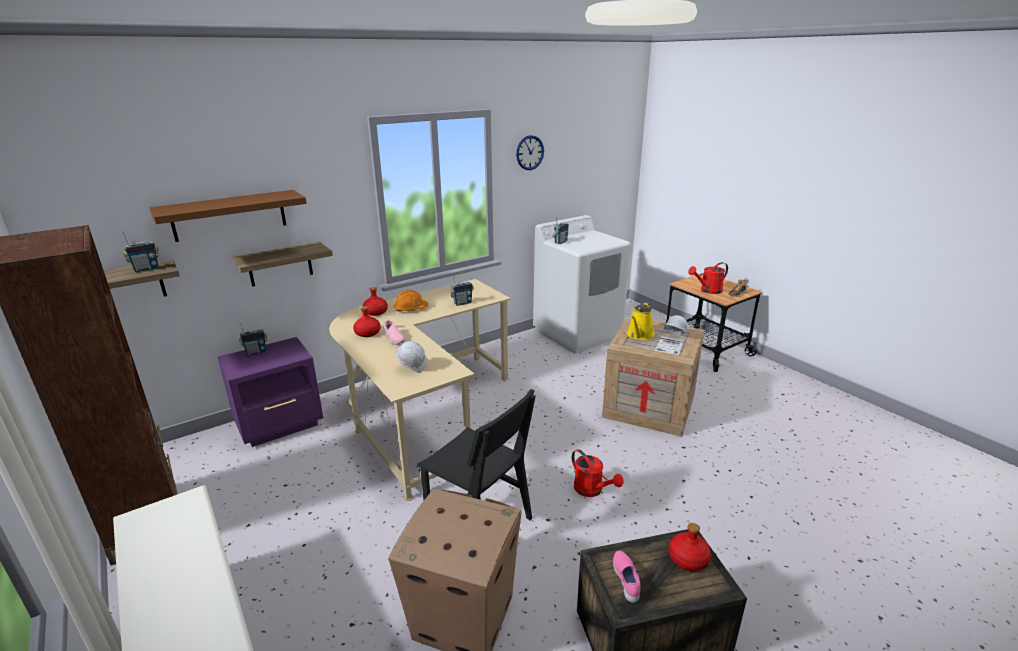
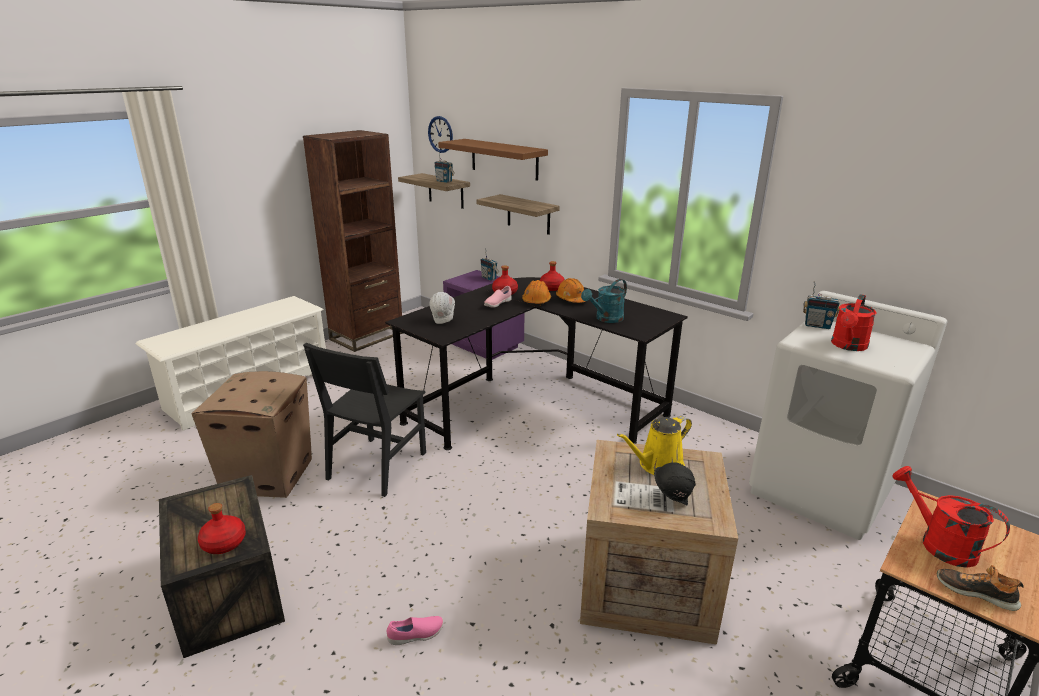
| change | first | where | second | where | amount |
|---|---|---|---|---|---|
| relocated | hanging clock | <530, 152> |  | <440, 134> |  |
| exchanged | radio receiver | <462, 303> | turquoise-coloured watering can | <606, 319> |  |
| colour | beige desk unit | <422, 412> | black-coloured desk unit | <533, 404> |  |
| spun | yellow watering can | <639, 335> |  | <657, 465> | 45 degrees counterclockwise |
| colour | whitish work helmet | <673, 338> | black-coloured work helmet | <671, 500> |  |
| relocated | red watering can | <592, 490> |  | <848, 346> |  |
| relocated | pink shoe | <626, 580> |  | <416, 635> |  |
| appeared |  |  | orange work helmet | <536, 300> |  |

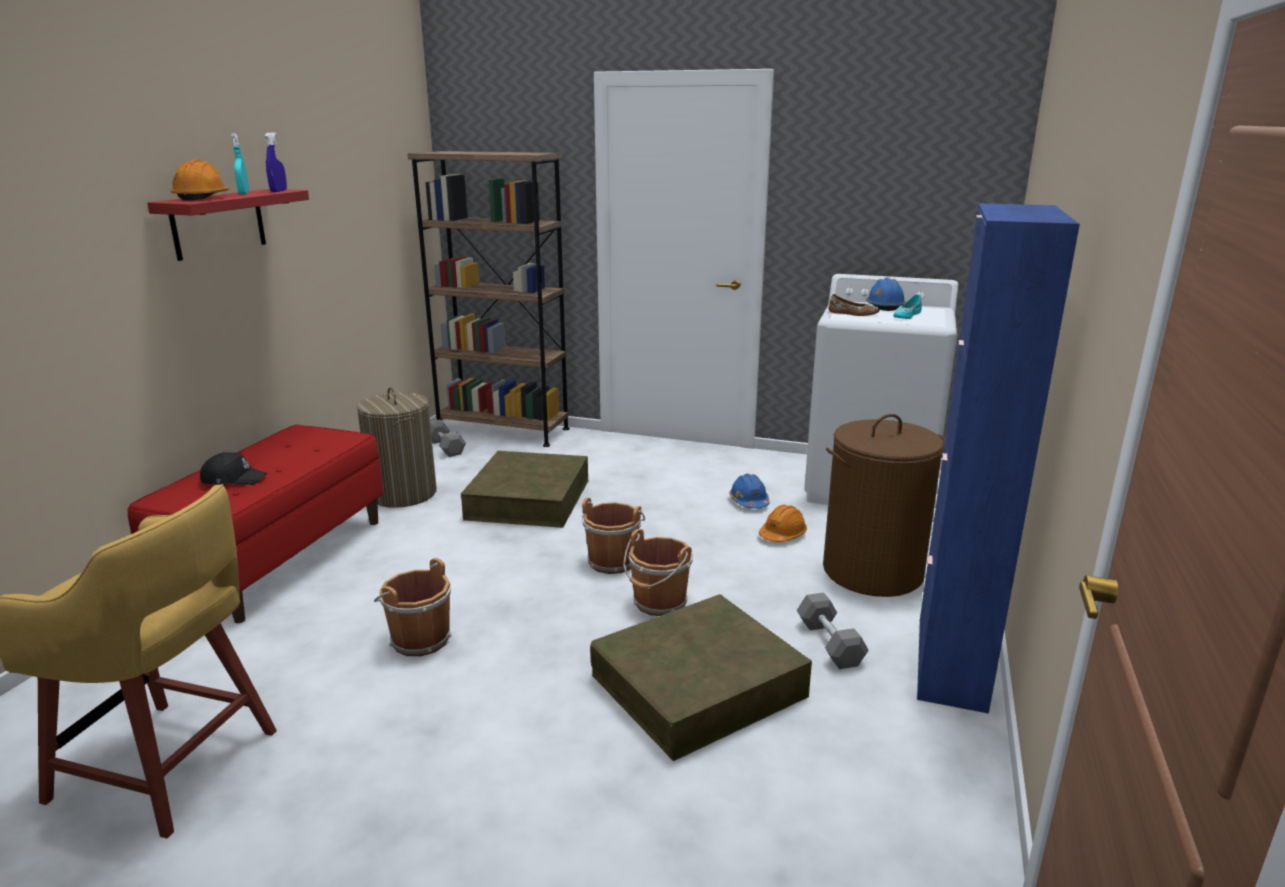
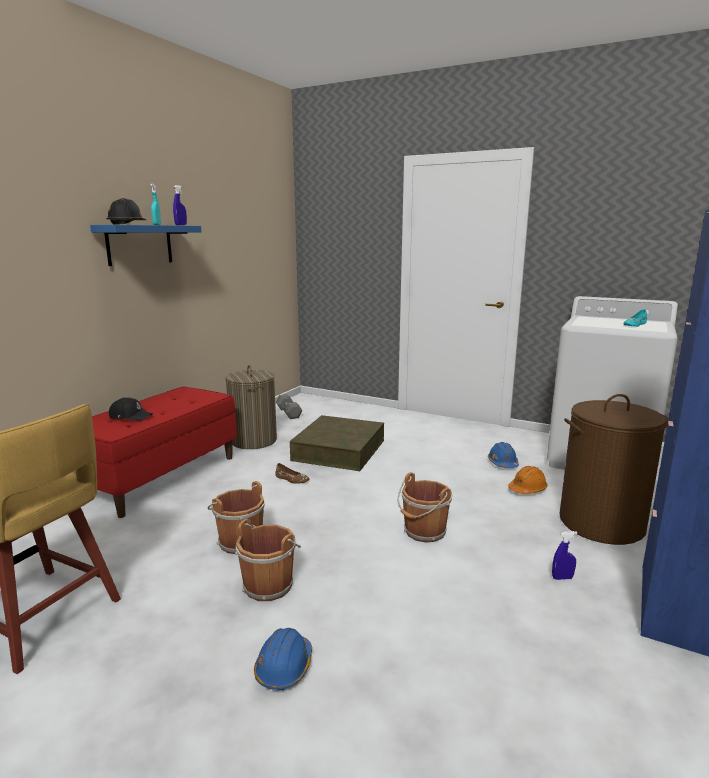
| change | first | where | second | where | amount |
|---|---|---|---|---|---|
| missing | brown-coloured bookshelf | <503, 430> |  |  |  |
| colour | orange work helmet | <202, 198> | black-coloured work helmet | <127, 224> |  |
| colour | red wall shelf | <218, 223> | blue-coloured wall shelf | <139, 245> |  |
| relocated | blue-coloured work helmet | <884, 306> |  | <284, 667> |  |
| relocated | brown-coloured shoe | <853, 313> |  | <292, 479> |  |
| relocated | brown-coloured water bucket | <613, 560> |  | <269, 584> |  |
| exchanged | gray hand weight | <829, 643> | blue-coloured spray bottle | <562, 578> |  |
| missing | brown-coloured storage container | <699, 686> |  |  |  |

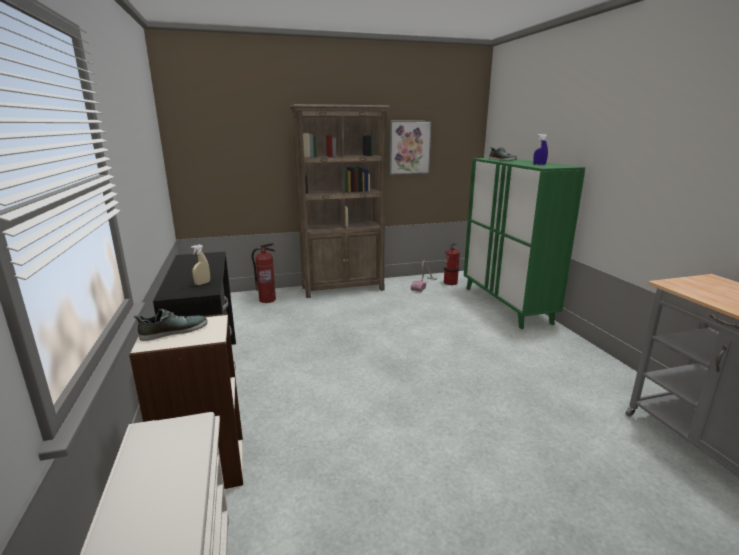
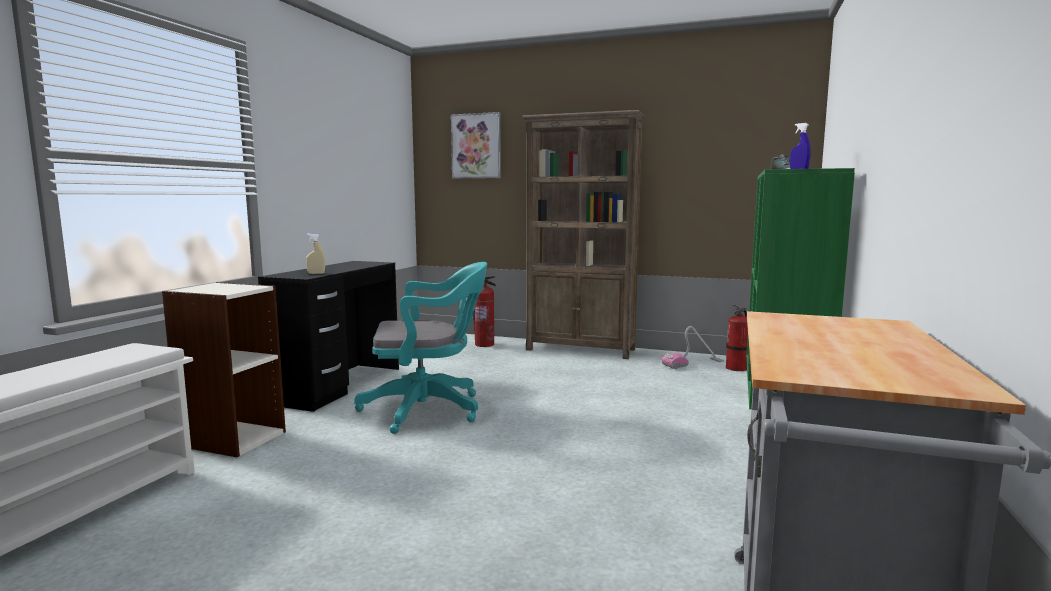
| change | first | where | second | where | amount |
|---|---|---|---|---|---|
| relocated | wall picture | <409, 147> |  | <476, 146> |  |
| missing | shoe | <174, 331> |  |  |  |
| appeared |  |  | turquoise-coloured desk chair | <429, 409> |  |

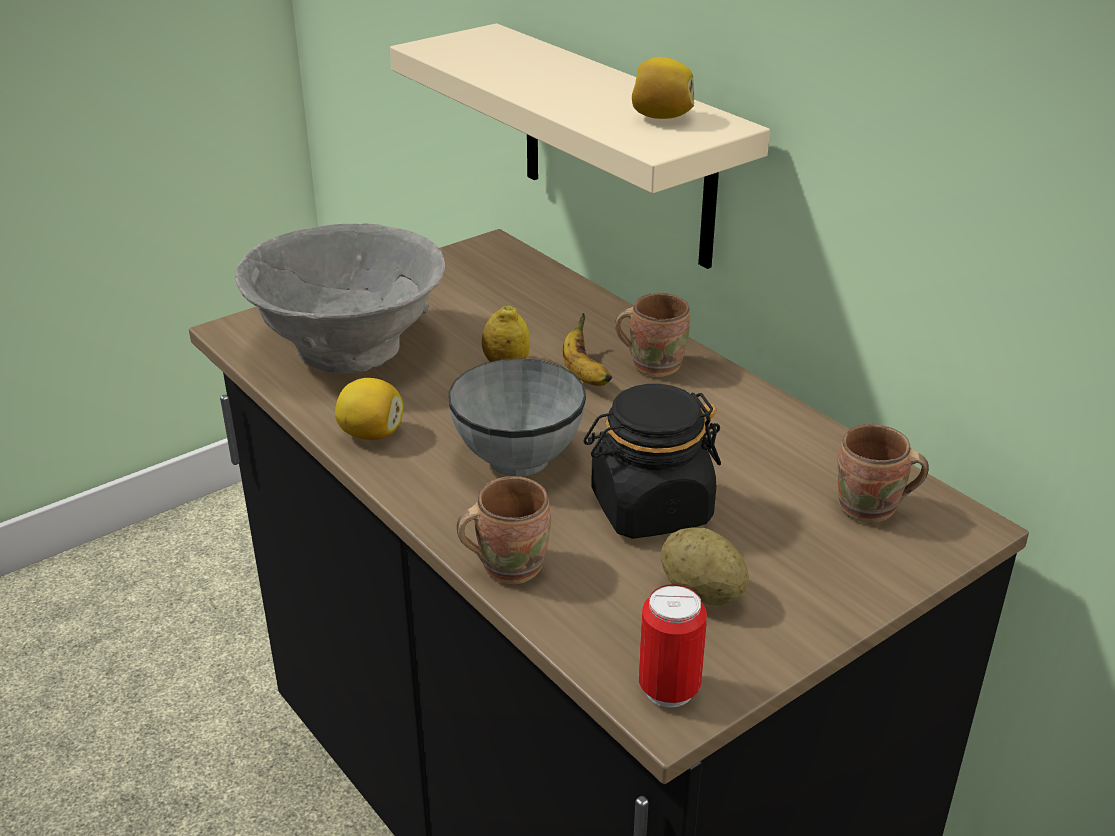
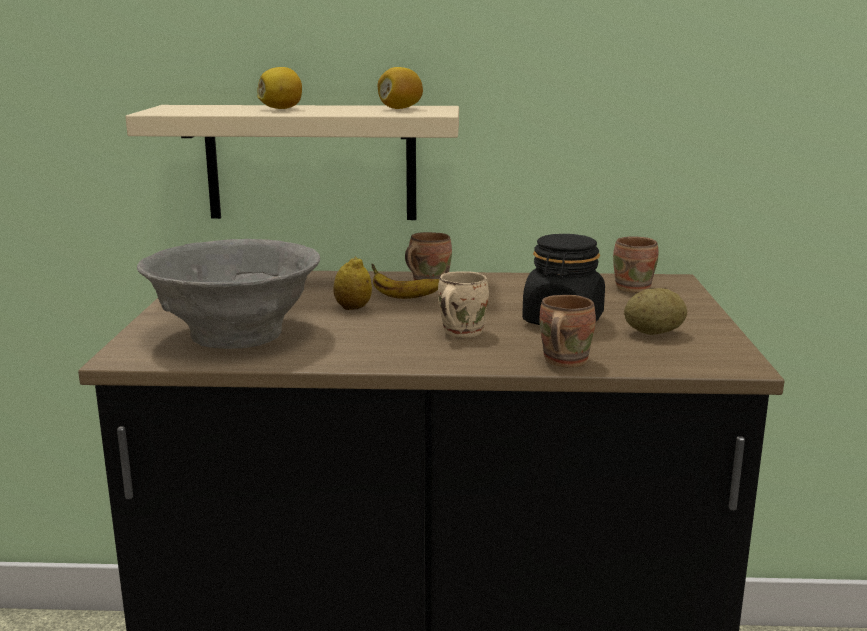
| change | first | where | second | where | amount |
|---|---|---|---|---|---|
| exchanged | gray bowl | <516, 458> | beige coffee mug | <459, 332> |  |
| relocated | lemon | <371, 434> |  | <281, 108> |  |
| missing | can | <669, 689> |  |  |  |

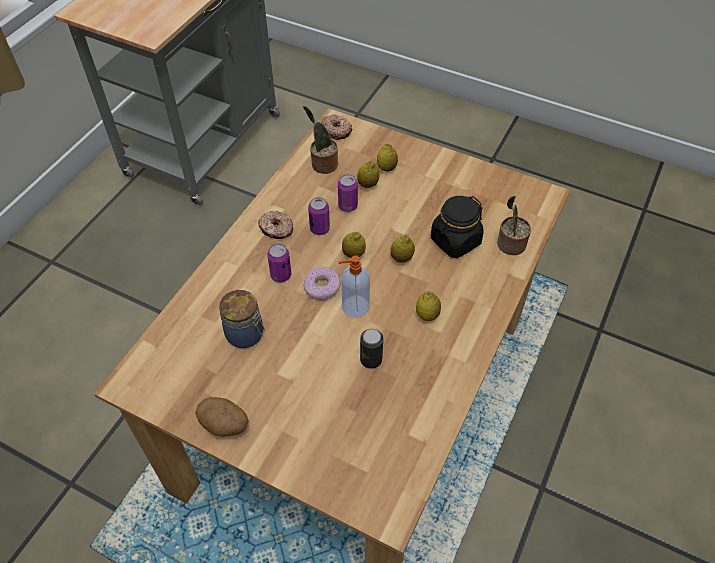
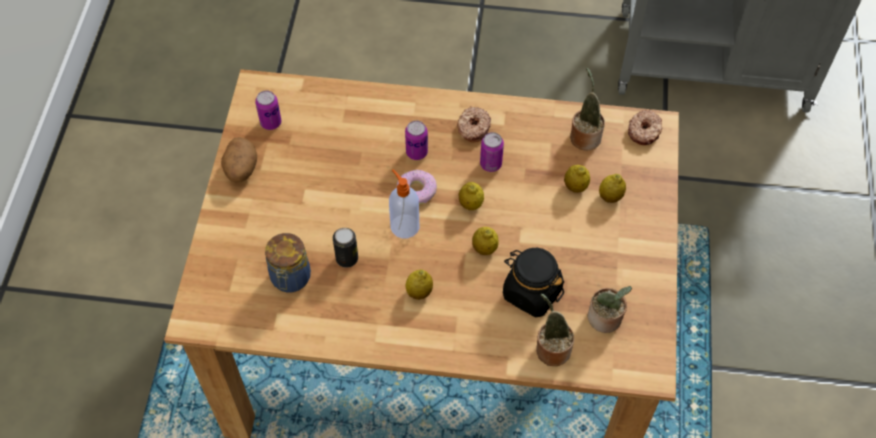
| change | first | where | second | where | amount |
|---|---|---|---|---|---|
| relocated | can | <348, 206> |  | <271, 122> |  |
| relocated | jar | <246, 335> |  | <290, 279> |  |
| appeared |  |  | plant in a pot | <606, 320> |  |

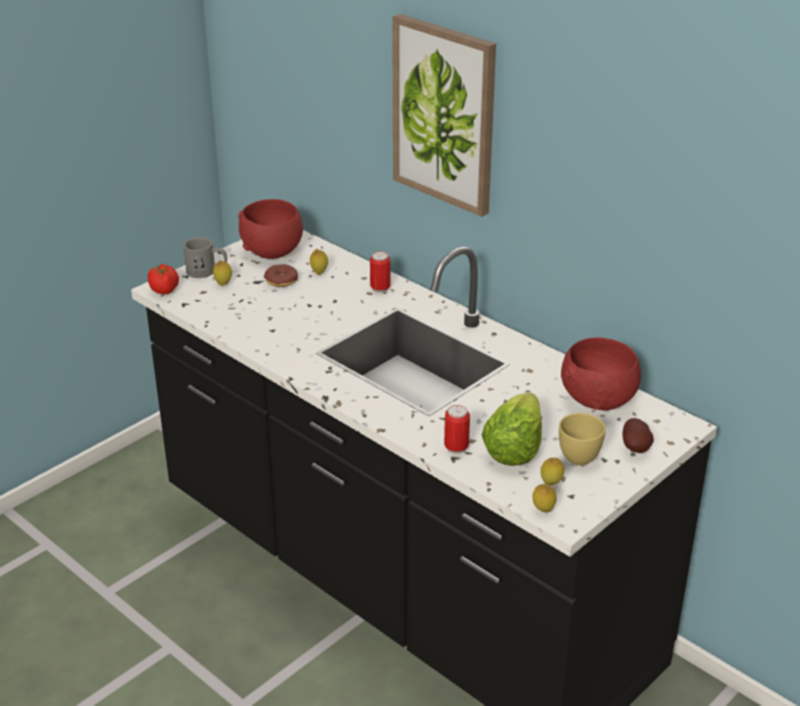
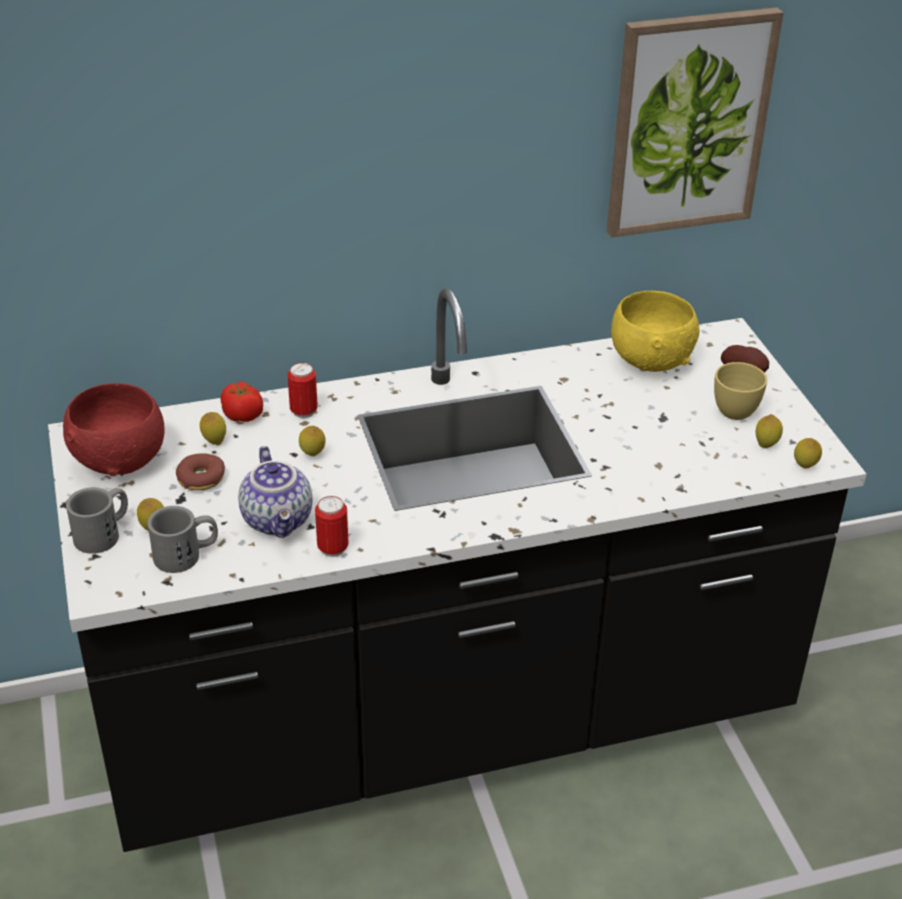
| change | first | where | second | where | amount |
|---|---|---|---|---|---|
| relocated | wall picture | <444, 114> |  | <688, 123> |  |
| relocated | whole tomato | <164, 290> |  | <243, 416> |  |
| colour | red bowl | <599, 400> | yellow bowl | <651, 360> |  |
| missing | lettuce head | <513, 449> |  |  |  |
| relocated | can | <456, 448> |  | <333, 548> |  |
| appeared |  |  | lemon | <312, 455> |  |
| appeared |  |  | teapot | <279, 520> |  |
| appeared |  |  | gray coffee mug | <186, 554> |  |

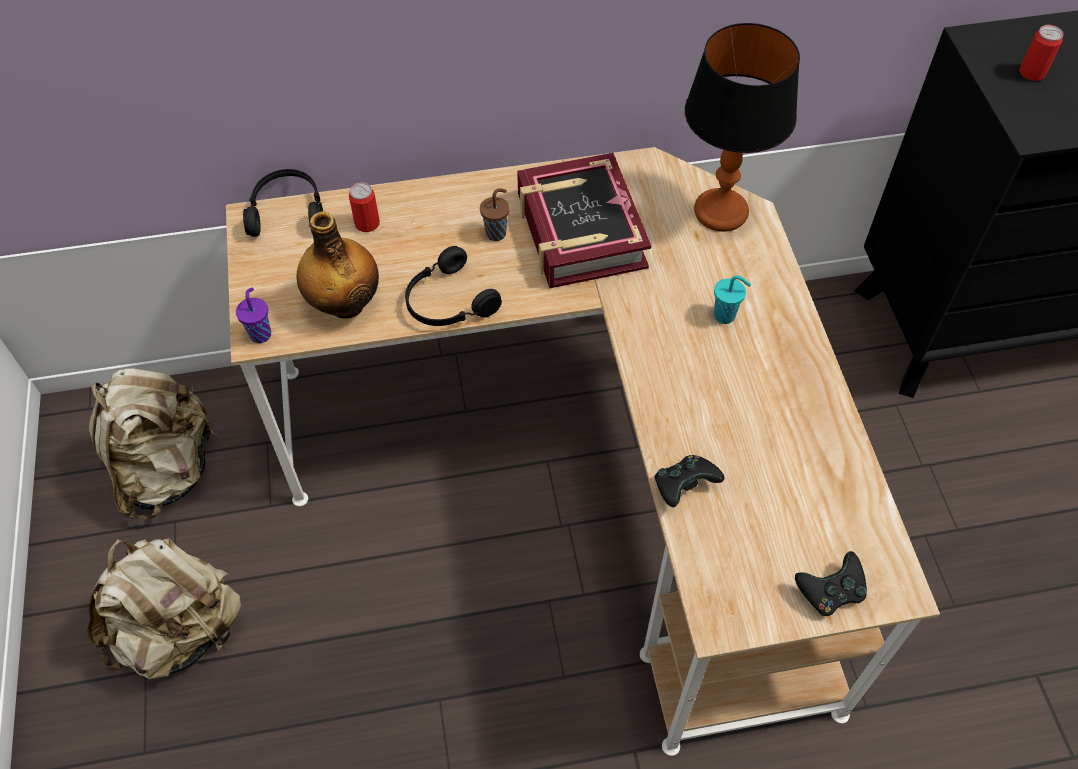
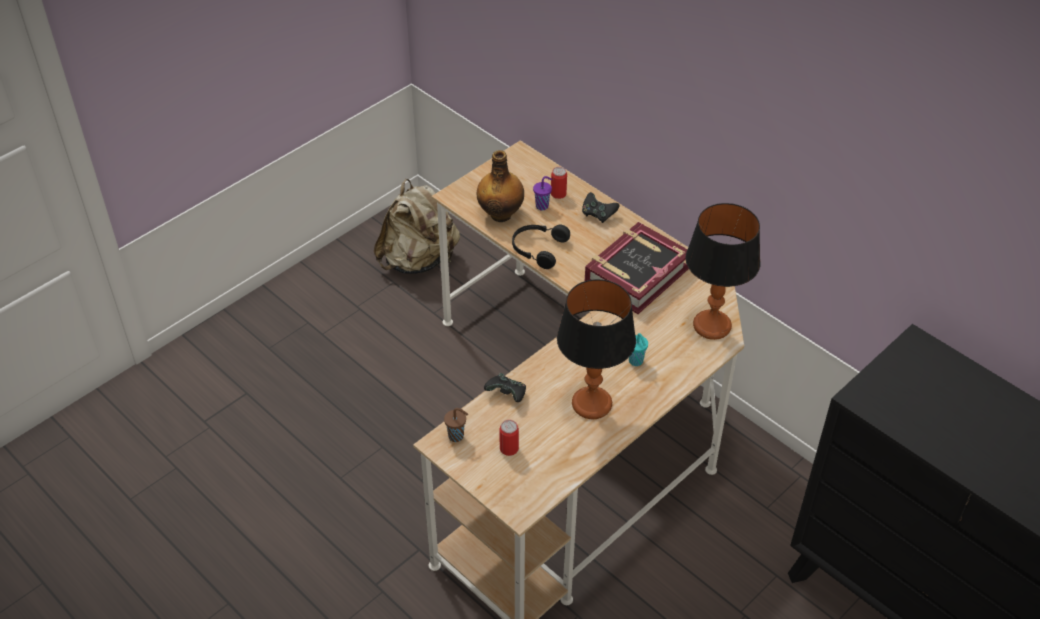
| change | first | where | second | where | amount |
|---|---|---|---|---|---|
| relocated | can | <1032, 73> |  | <509, 448> |  |
| missing | black-coloured headset | <287, 211> |  |  |  |
| relocated | brown-coloured cup | <497, 233> |  | <457, 436> |  |
| relocated | purplish cup | <260, 333> |  | <542, 206> |  |
| missing | beige rucksack | <179, 631> |  |  |  |
| relocated | black-coloured game controller | <829, 592> |  | <598, 214> |  |
| appeared |  |  | lamp for a table | <592, 404> |  |

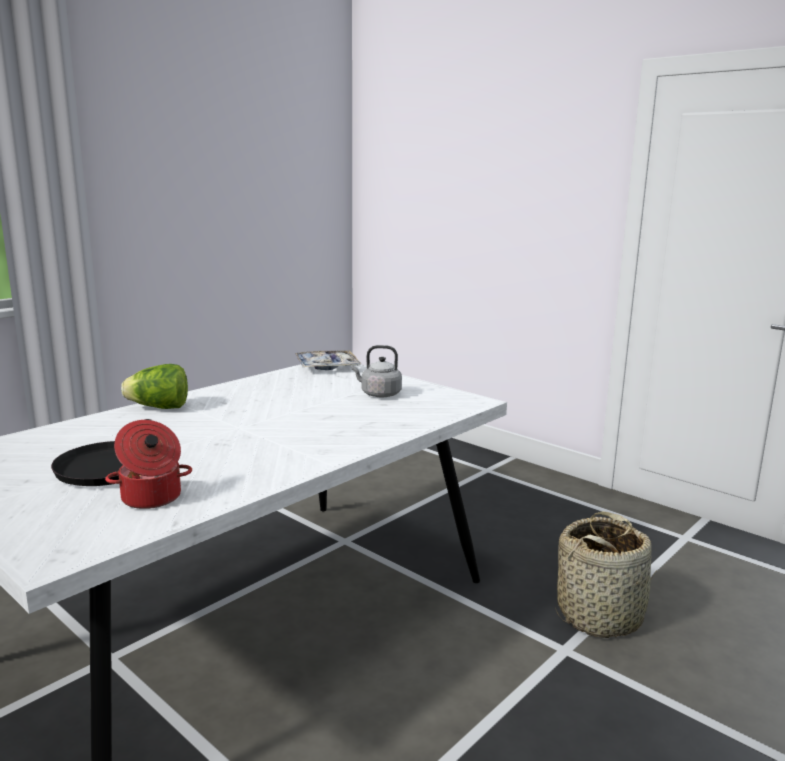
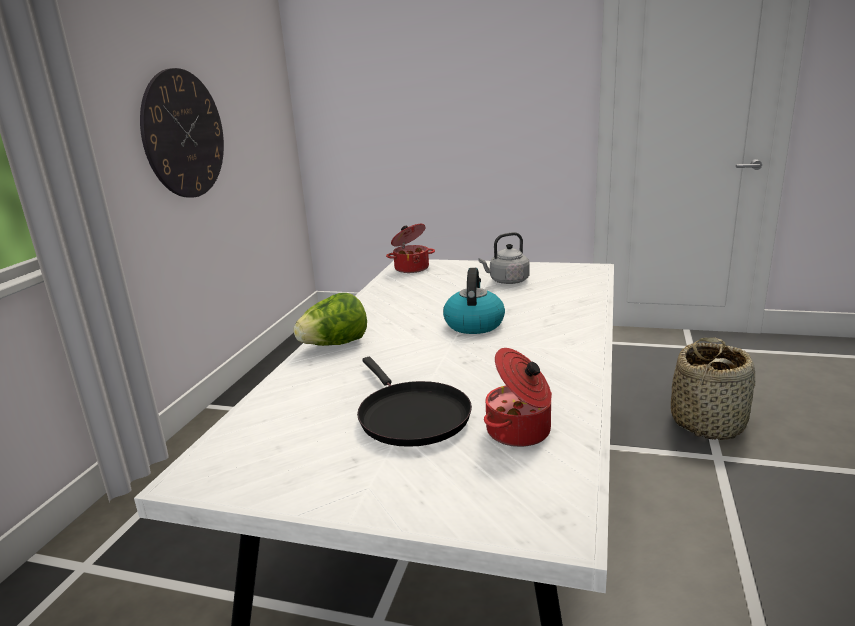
| change | first | where | second | where | amount |
|---|---|---|---|---|---|
| exchanged | serving tray | <327, 366> | cooking pot | <411, 268> |  |
| appeared |  |  | hanging clock | <184, 134> |  |
| appeared |  |  | kettle | <474, 324> |  |

